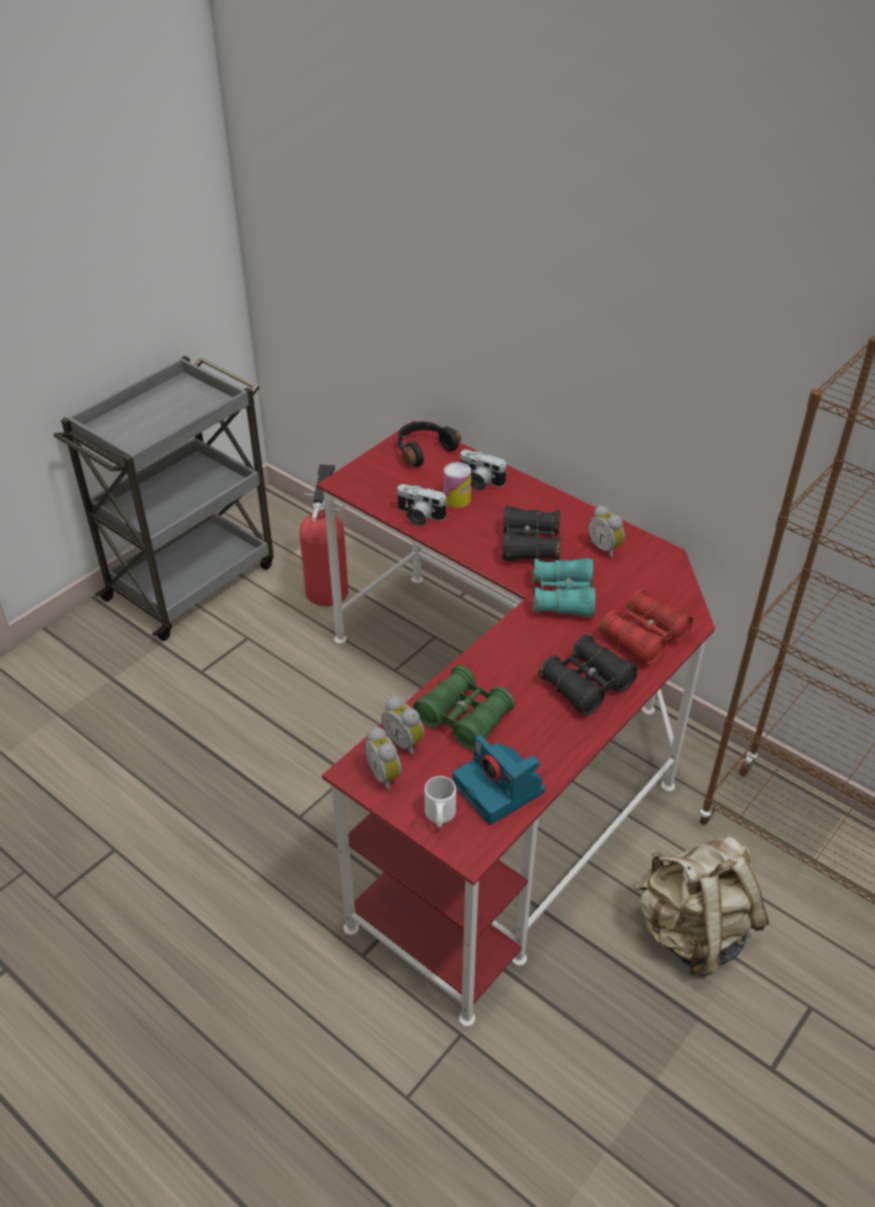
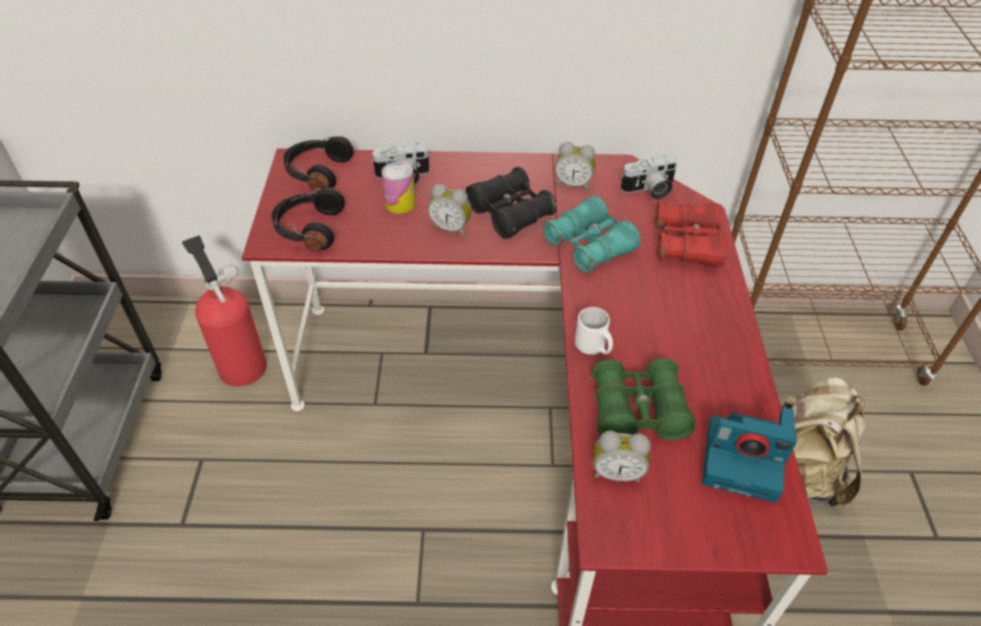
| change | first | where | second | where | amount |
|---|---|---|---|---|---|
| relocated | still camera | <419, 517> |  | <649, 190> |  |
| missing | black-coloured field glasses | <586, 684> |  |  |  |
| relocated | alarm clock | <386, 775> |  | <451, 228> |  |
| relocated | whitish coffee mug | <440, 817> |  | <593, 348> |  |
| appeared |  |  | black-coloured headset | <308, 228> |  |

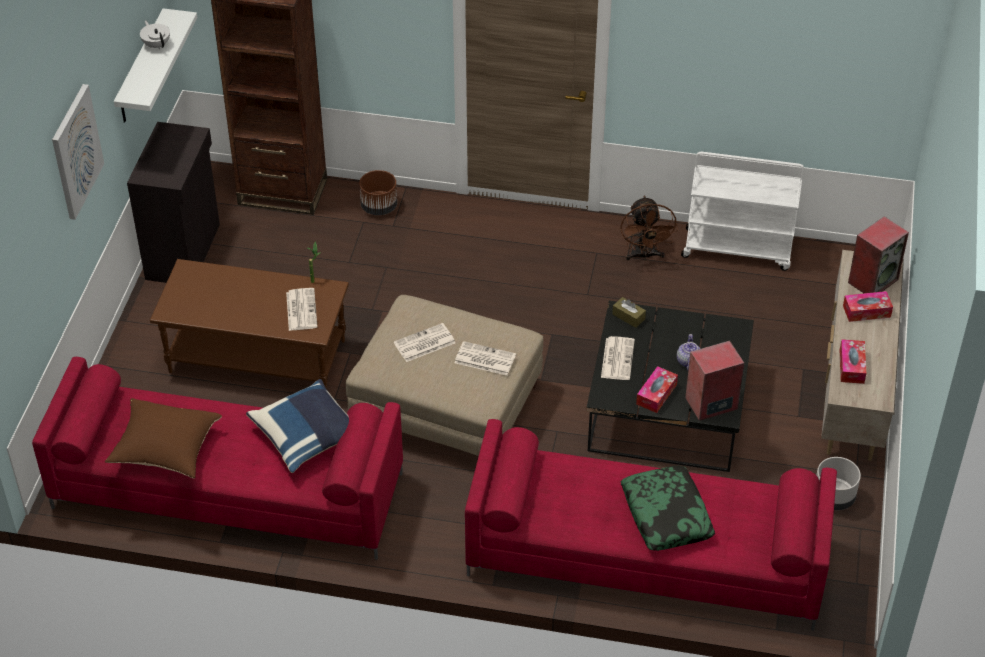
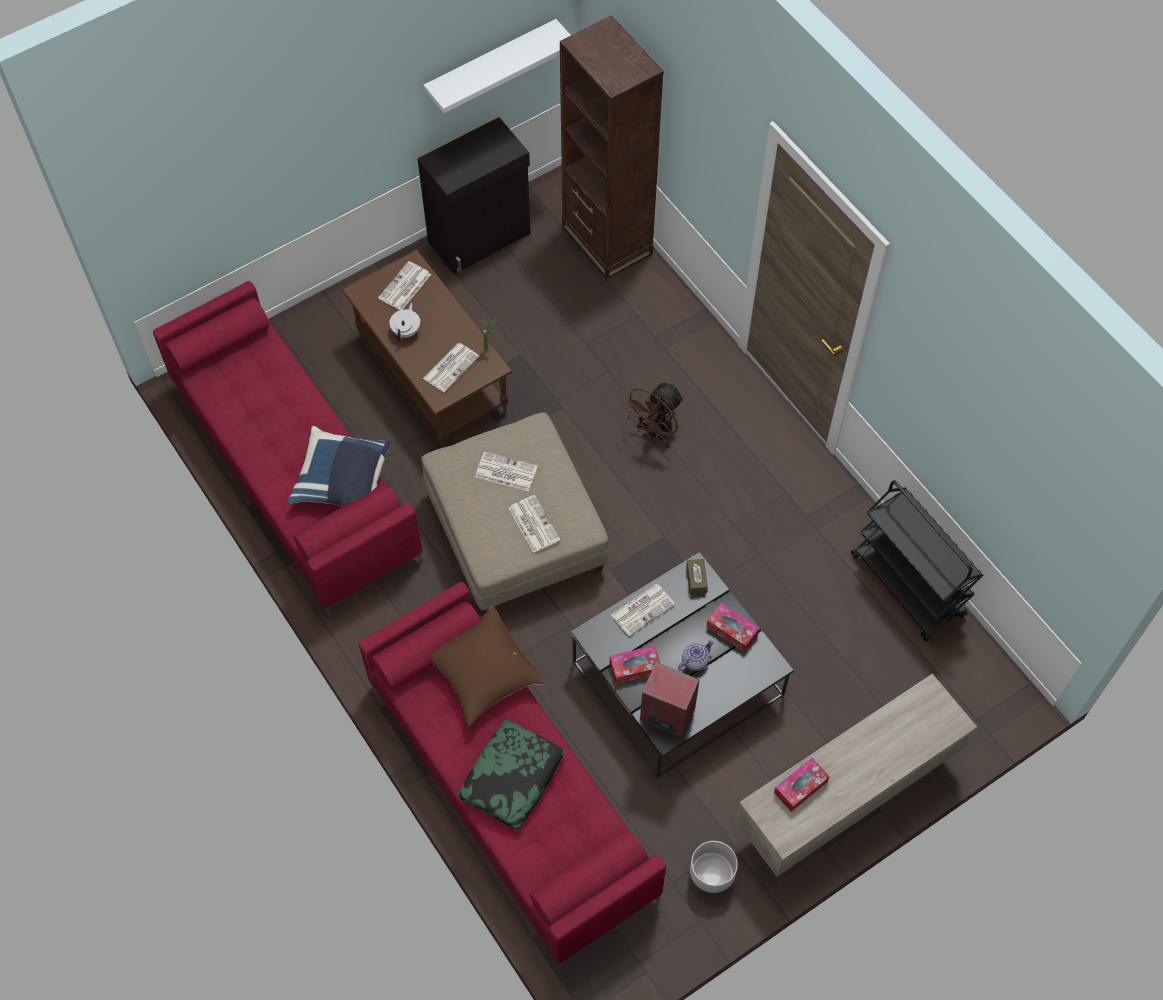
| change | first | where | second | where | amount |
|---|---|---|---|---|---|
| relocated | whitish teapot | <156, 45> |  | <406, 331> |  |
| missing | wall picture | <76, 151> |  |  |  |
| colour | whitish trolley | <738, 249> | black-coloured trolley | <908, 586> |  |
| missing | brown-coloured plant pot | <379, 207> |  |  |  |
| relocated | brown-coloured electric fan | <644, 256> |  | <655, 434> |  |
| missing | audio speaker | <873, 280> |  |  |  |
| relocated | tissue box | <866, 311> |  | <732, 630> |  |
| relocated | brown-coloured pillow | <164, 450> |  | <482, 673> |  |
| appeared |  |  | printed paper | <404, 287> |  |

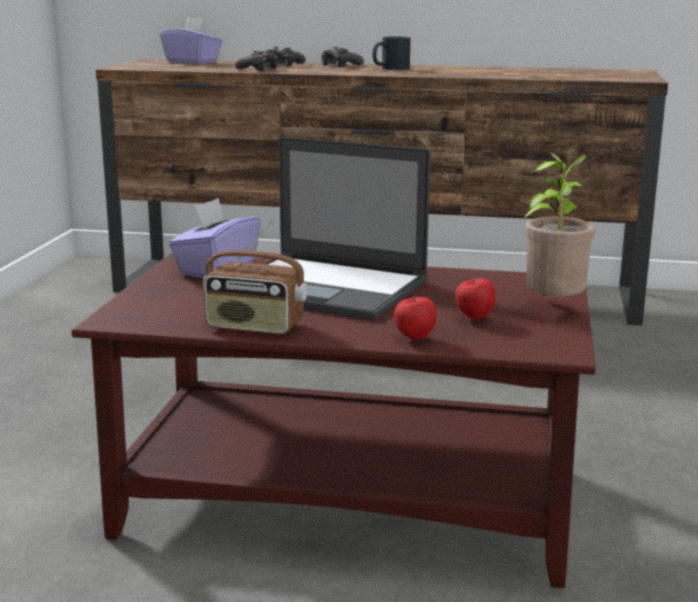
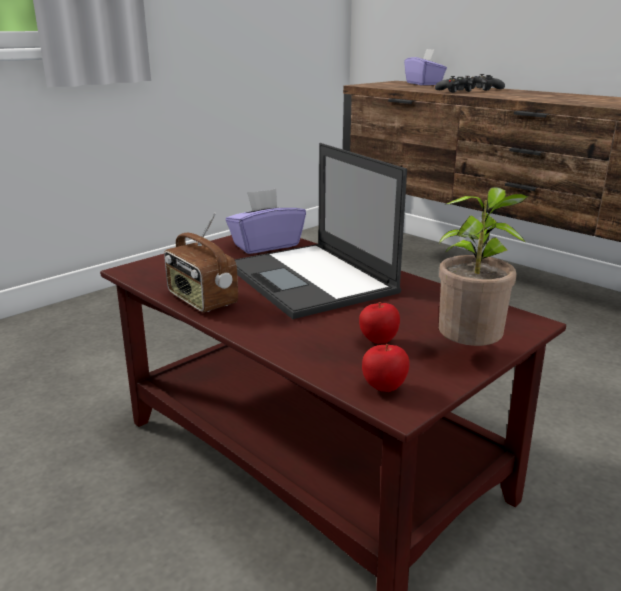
| change | first | where | second | where | amount |
|---|---|---|---|---|---|
| missing | black-coloured coffee mug | <390, 68> |  |  |  |
| missing | black-coloured game controller | <340, 65> |  |  |  |
| relocated | apple fruit | <414, 339> |  | <384, 388> |  |

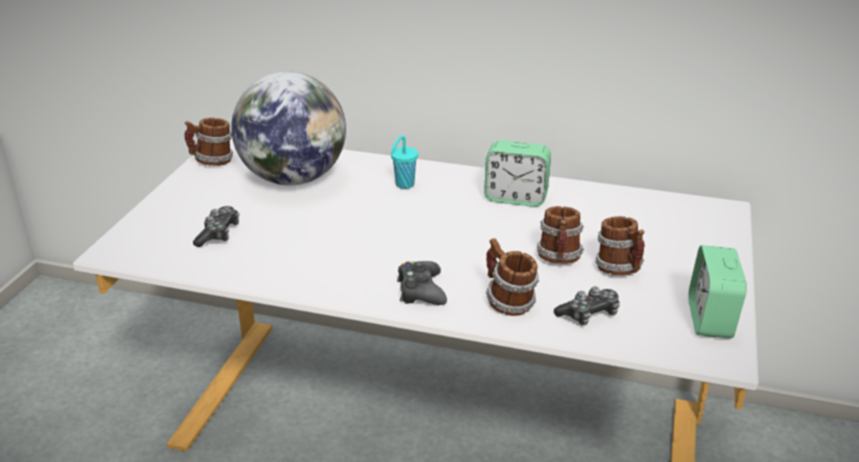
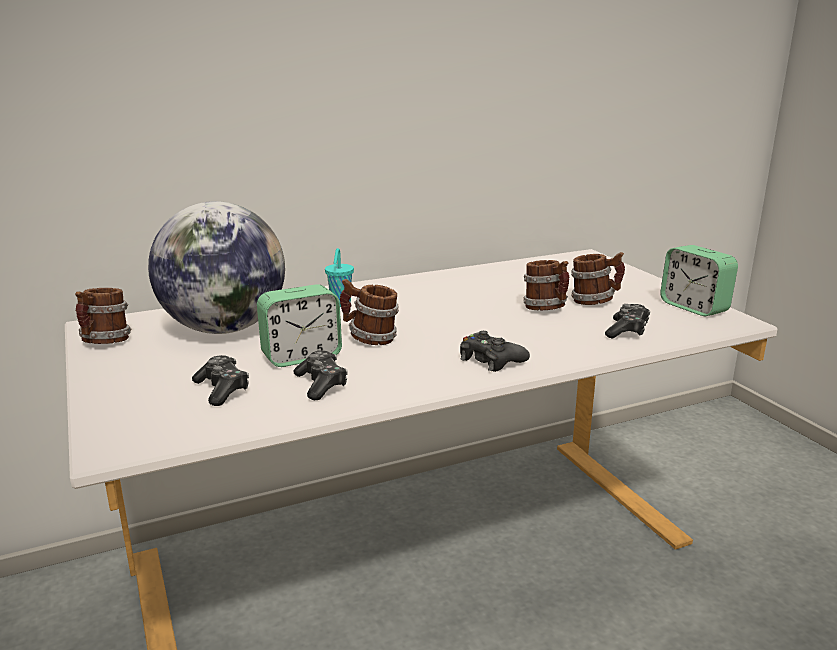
| change | first | where | second | where | amount |
|---|---|---|---|---|---|
| relocated | alarm clock | <516, 198> |  | <301, 356> |  |
| relocated | coffee mug | <507, 303> |  | <370, 339> |  |
| appeared |  |  | game controller | <321, 384> |  |

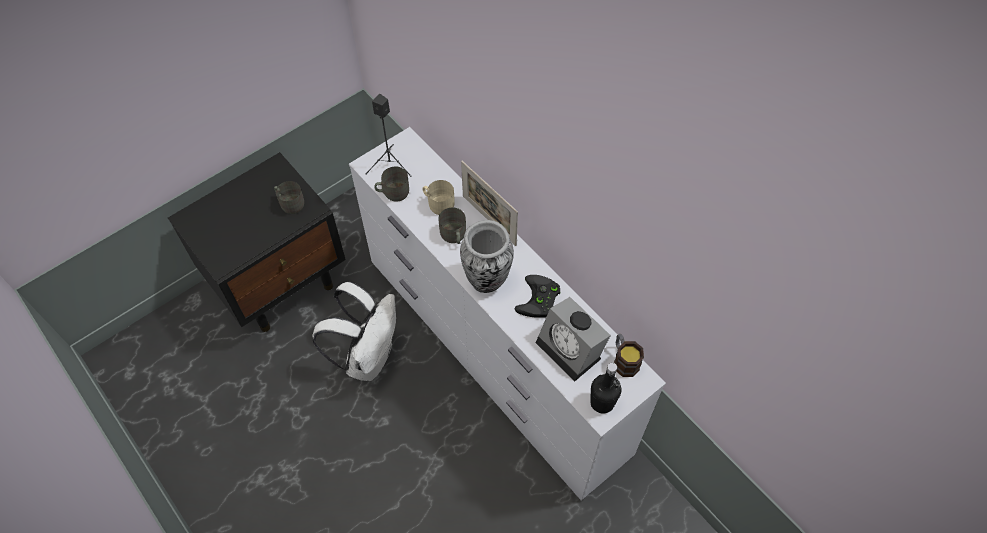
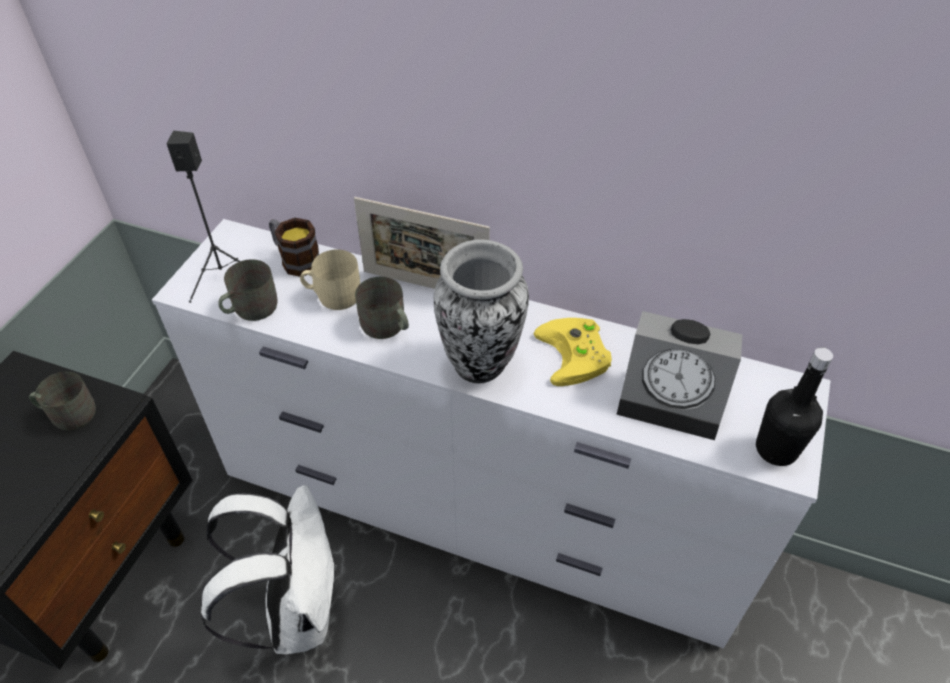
| change | first | where | second | where | amount |
|---|---|---|---|---|---|
| colour | black-coloured game controller | <539, 301> | yellow game controller | <576, 356> |  |
| relocated | coffee mug | <624, 360> |  | <295, 259> |  |

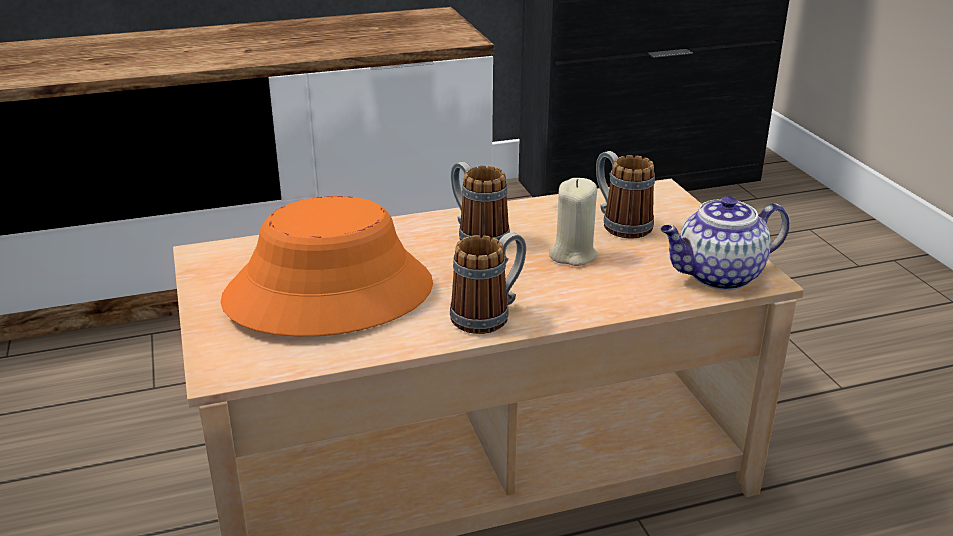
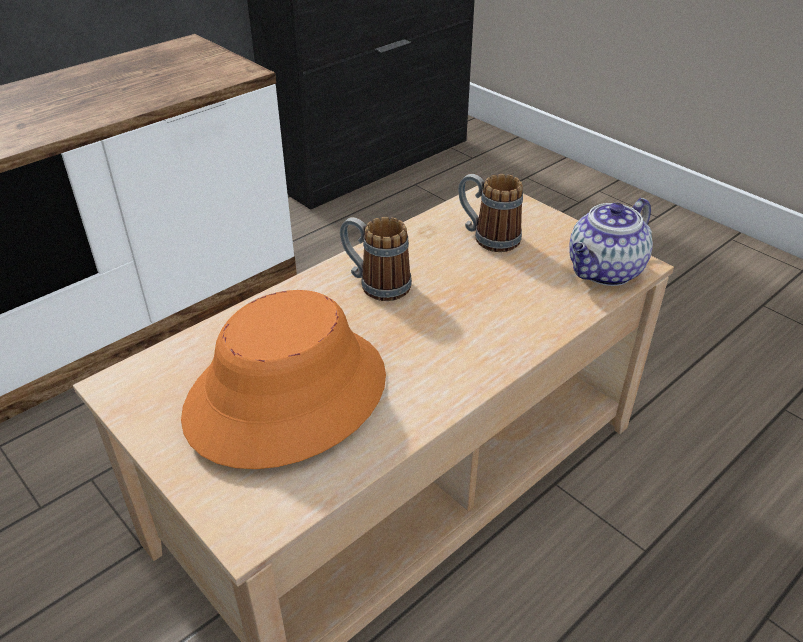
| change | first | where | second | where | amount |
|---|---|---|---|---|---|
| missing | beige wax candle | <573, 254> |  |  |  |
| missing | coffee mug | <489, 314> |  |  |  |

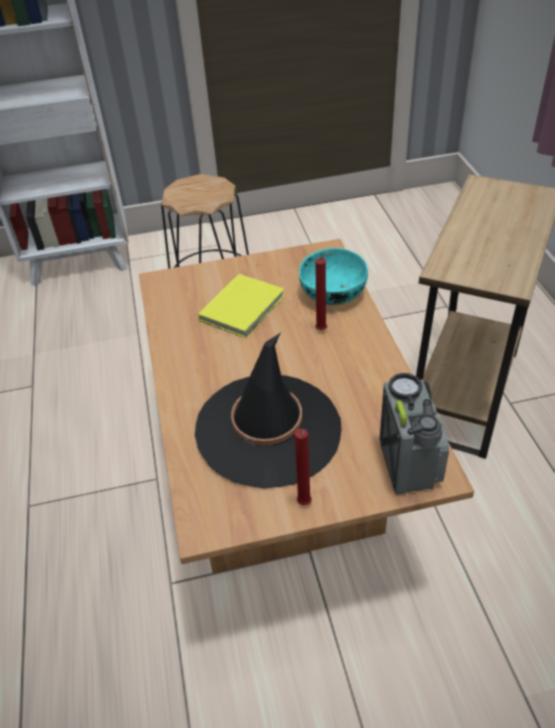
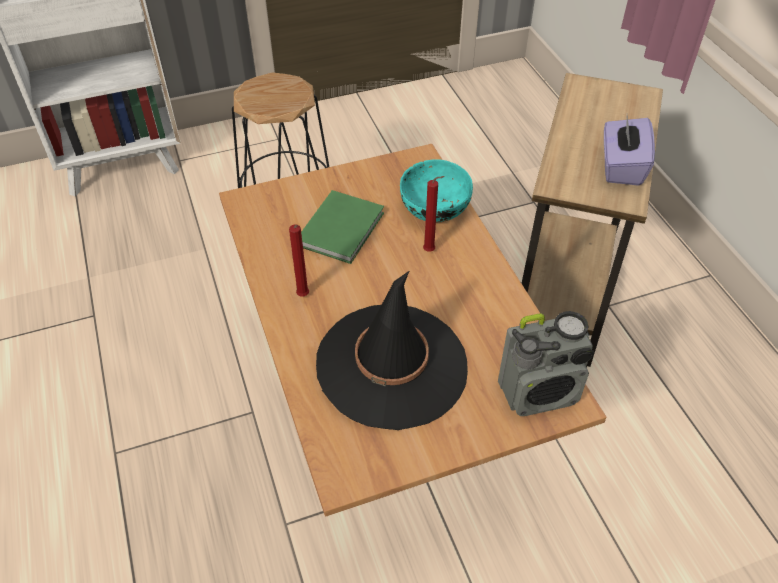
| change | first | where | second | where | amount |
|---|---|---|---|---|---|
| colour | yellow book | <244, 307> | greenish book | <343, 228> |  |
| spun | radio receiver | <409, 463> |  | <539, 392> | 90 degrees clockwise |
| relocated | red wax candle | <304, 505> |  | <303, 297> |  |
| appeared |  |  | purplish tissue box | <621, 167> |  |

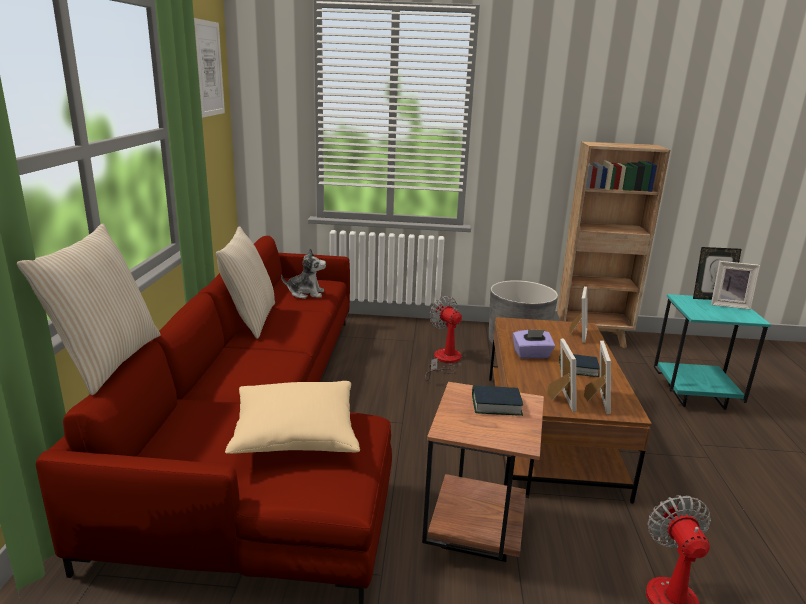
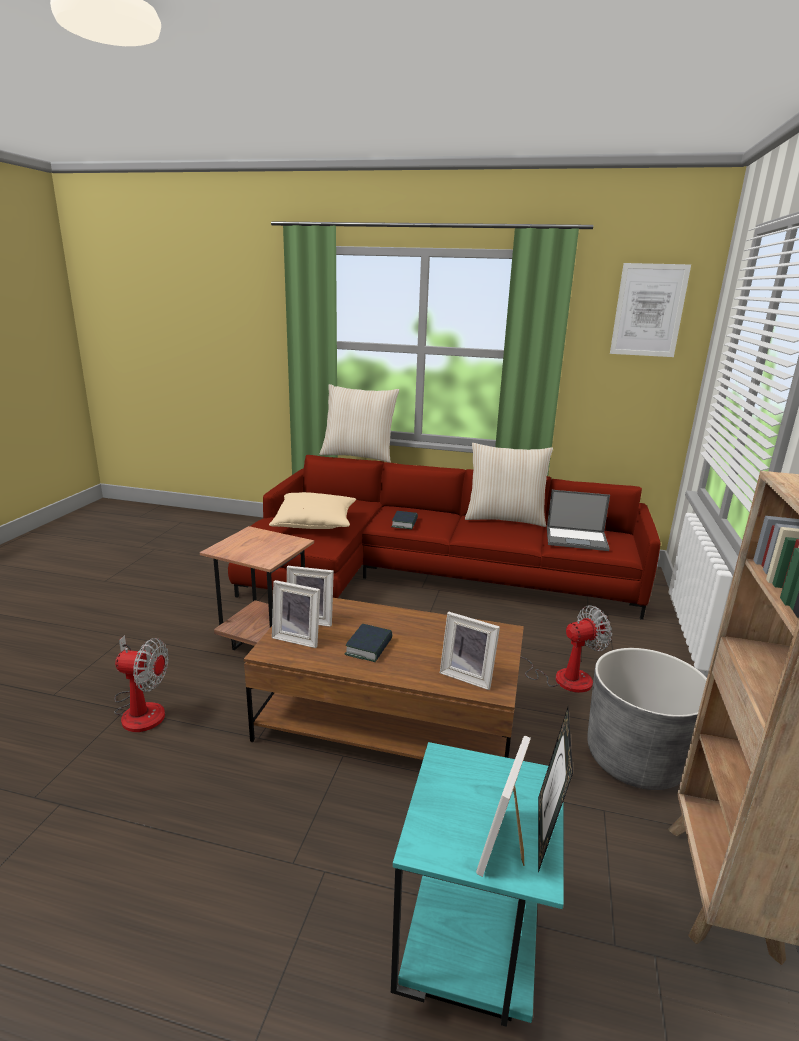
| change | first | where | second | where | amount |
|---|---|---|---|---|---|
| exchanged | plush toy | <306, 293> | notebook computer | <577, 539> |  |
| missing | purplish tissue box | <532, 354> |  |  |  |
| relocated | book | <496, 405> |  | <404, 523> |  |

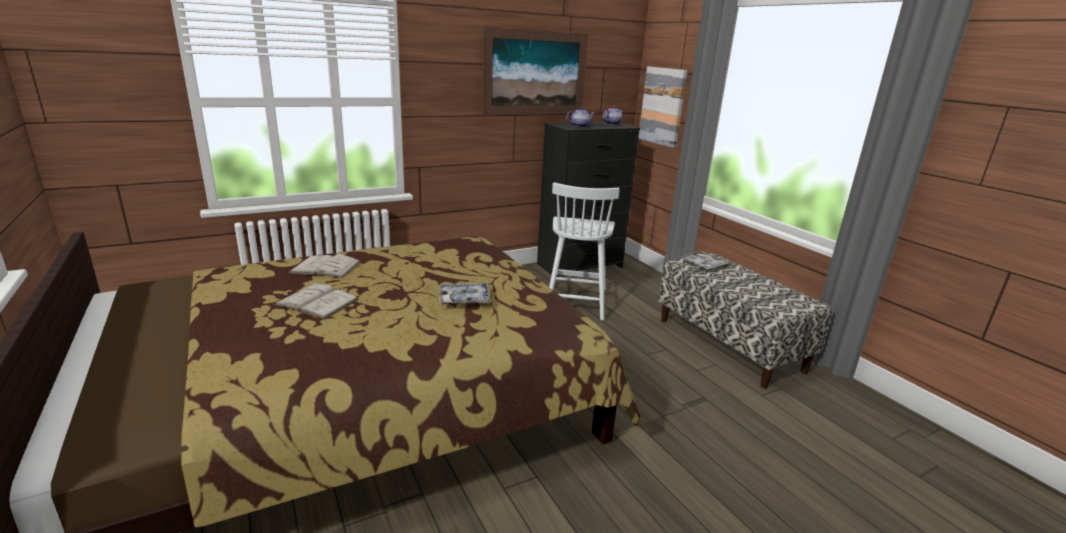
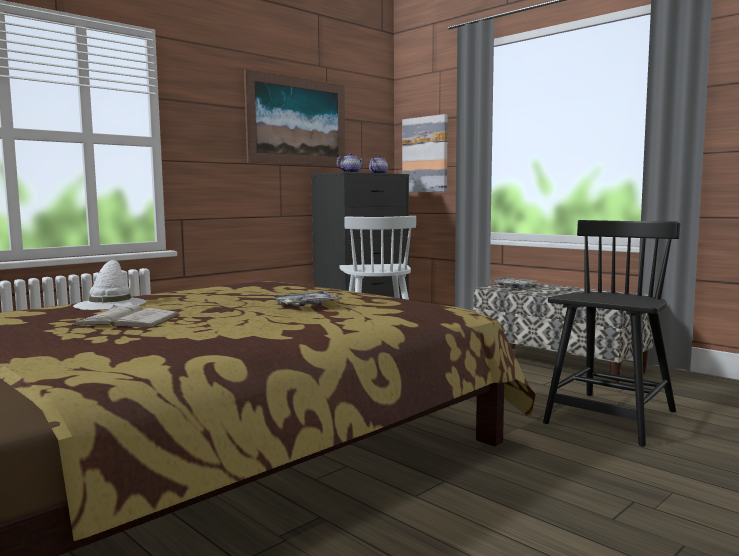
| change | first | where | second | where | amount |
|---|---|---|---|---|---|
| exchanged | whitish book | <325, 267> | whitish wearable hat | <110, 303> |  |
| appeared |  |  | black-coloured plain chair | <611, 418> |  |

